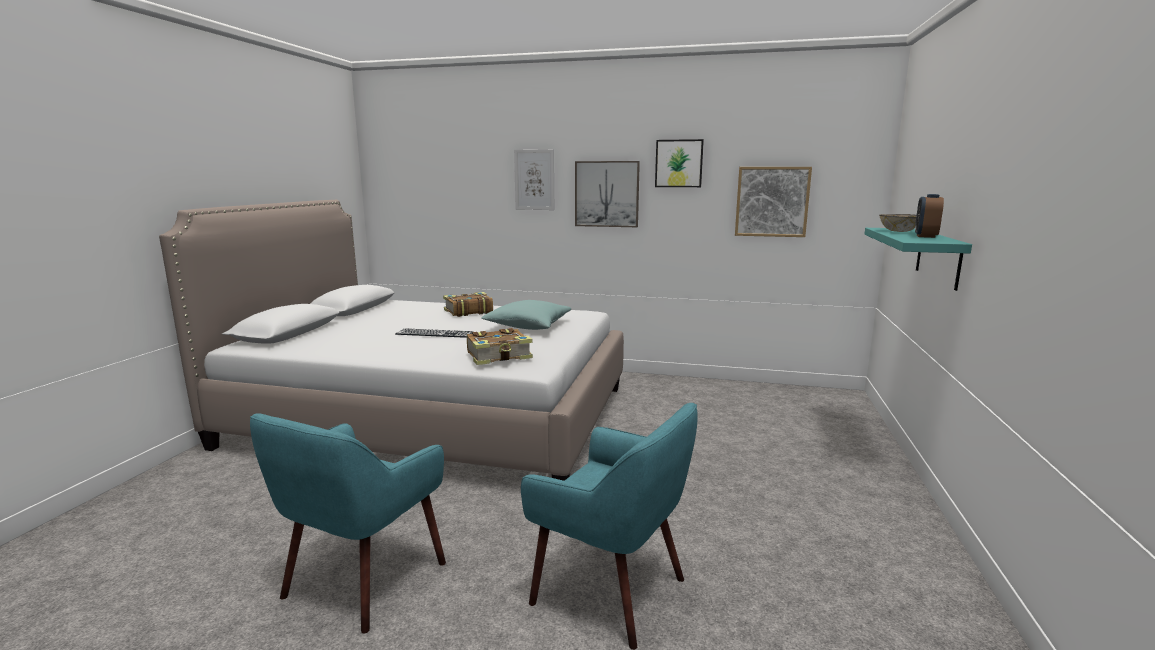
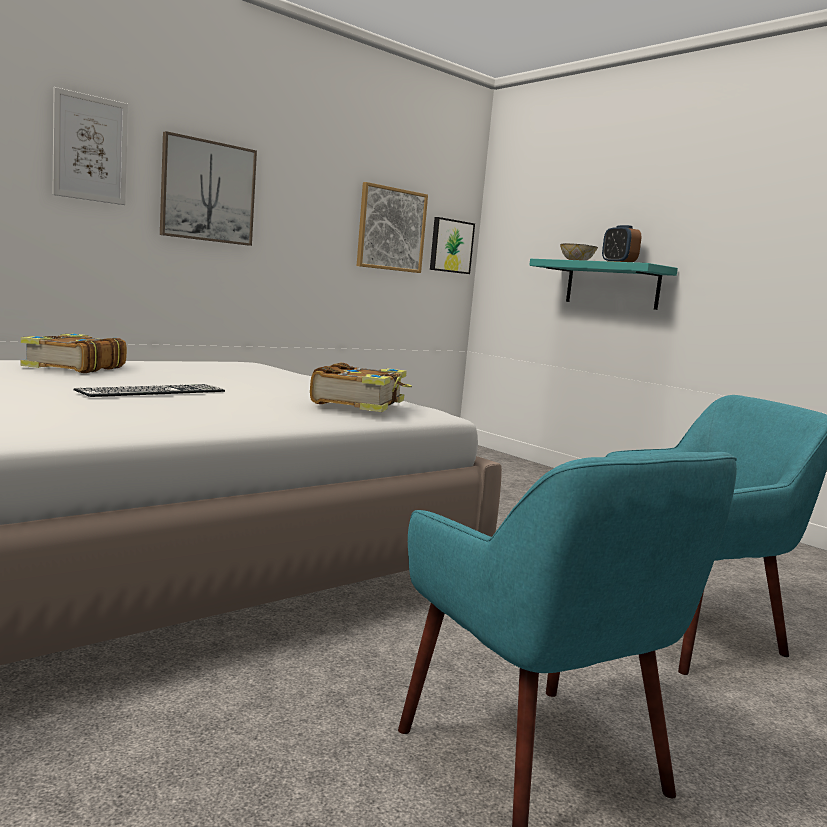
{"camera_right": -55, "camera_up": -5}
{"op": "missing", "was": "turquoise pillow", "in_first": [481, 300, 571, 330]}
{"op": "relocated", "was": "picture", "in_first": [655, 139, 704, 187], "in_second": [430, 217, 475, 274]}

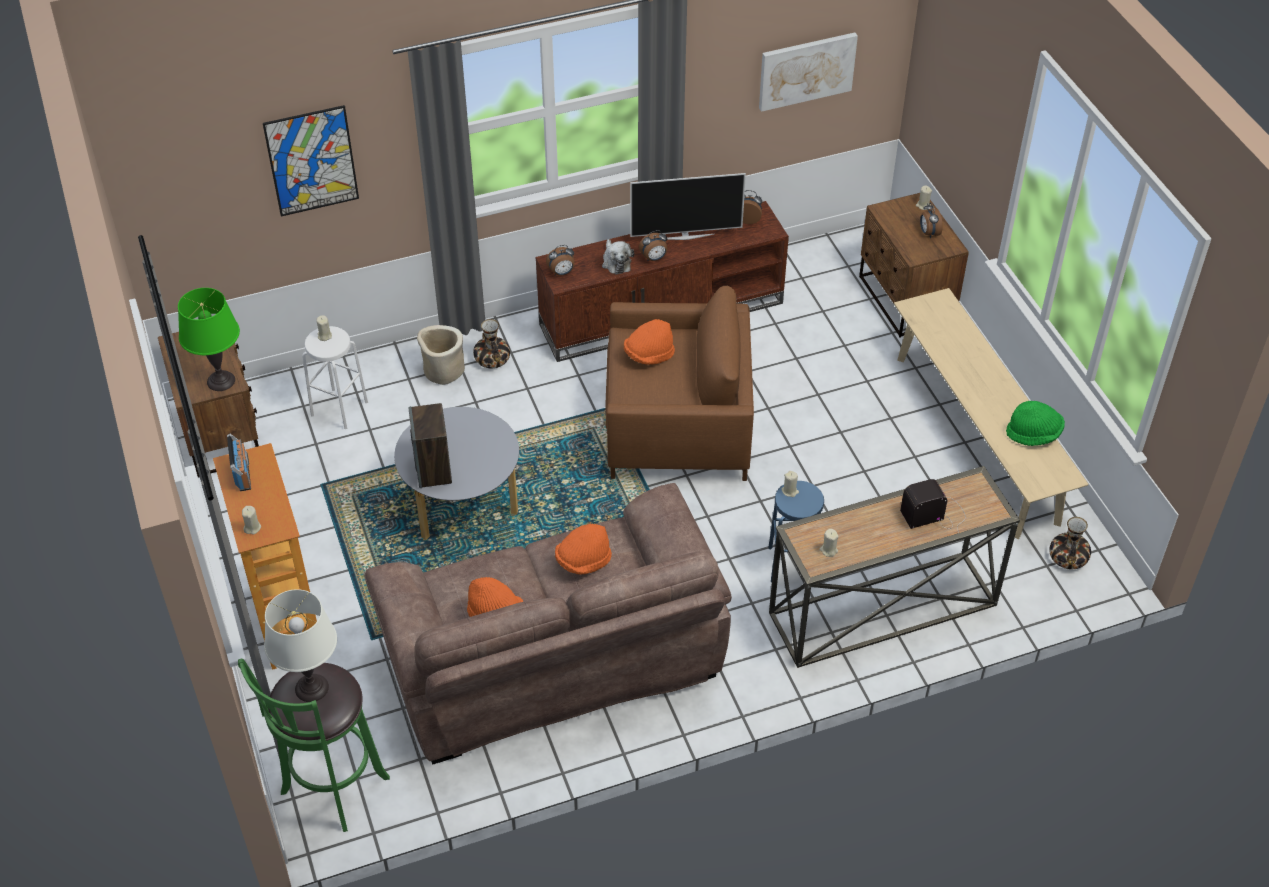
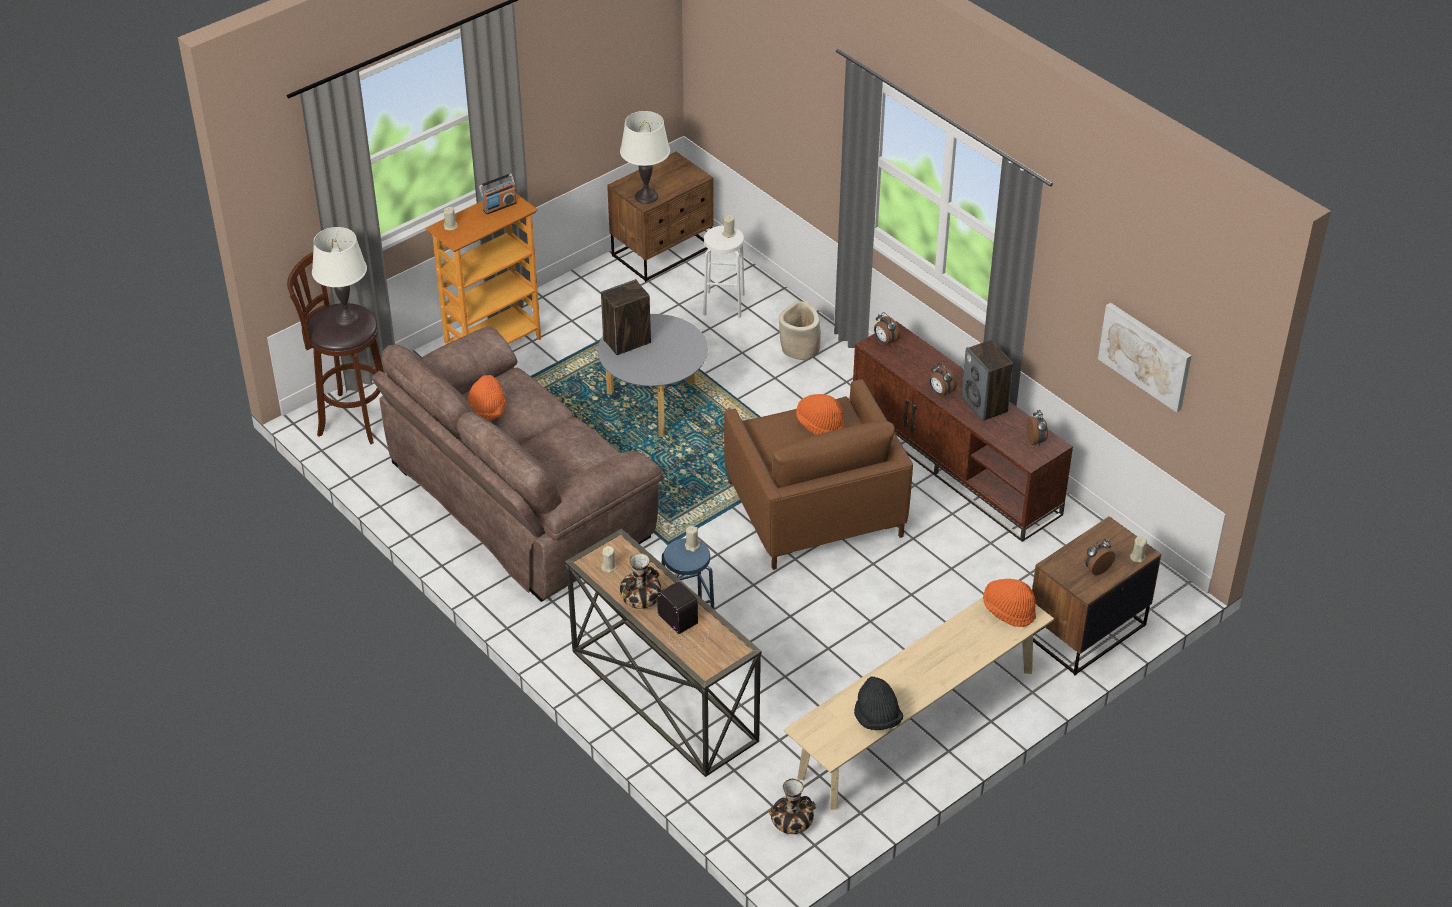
{"camera_right": 70, "camera_up": -5}
{"op": "missing", "was": "picture", "in_first": [263, 105, 359, 217]}
{"op": "missing", "was": "plush toy", "in_first": [602, 239, 634, 275]}
{"op": "relocated", "was": "vase", "in_first": [473, 319, 510, 368], "in_second": [619, 553, 662, 609]}
{"op": "relocated", "was": "orange hat", "in_first": [555, 523, 612, 575], "in_second": [983, 579, 1036, 627]}
{"op": "exchanged", "was": "television", "now": "speaker", "in_first": [630, 173, 746, 240], "in_second": [961, 340, 1013, 421]}
{"op": "colour", "was": "green table lamp", "now": "white table lamp", "in_first": [178, 288, 240, 391], "in_second": [620, 111, 670, 204]}
{"op": "colour", "was": "green stool", "now": "brown stool", "in_first": [238, 659, 390, 832], "in_second": [287, 252, 384, 444]}
{"op": "colour", "was": "green hat", "now": "black hat", "in_first": [1006, 401, 1065, 446], "in_second": [854, 677, 903, 730]}

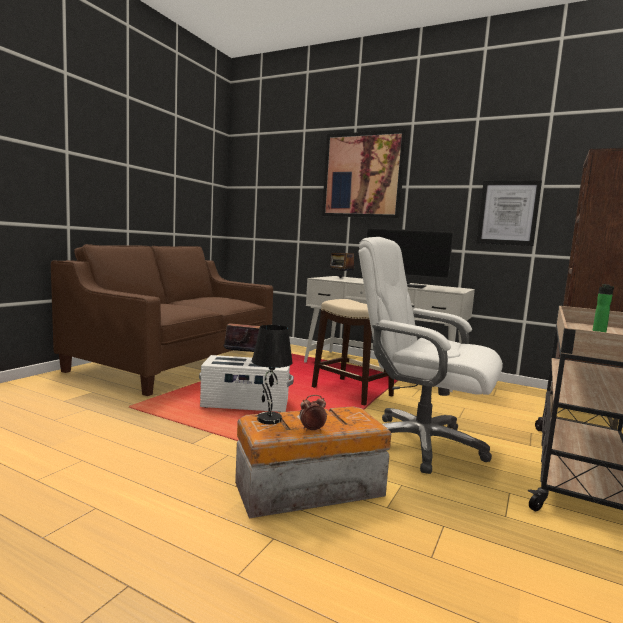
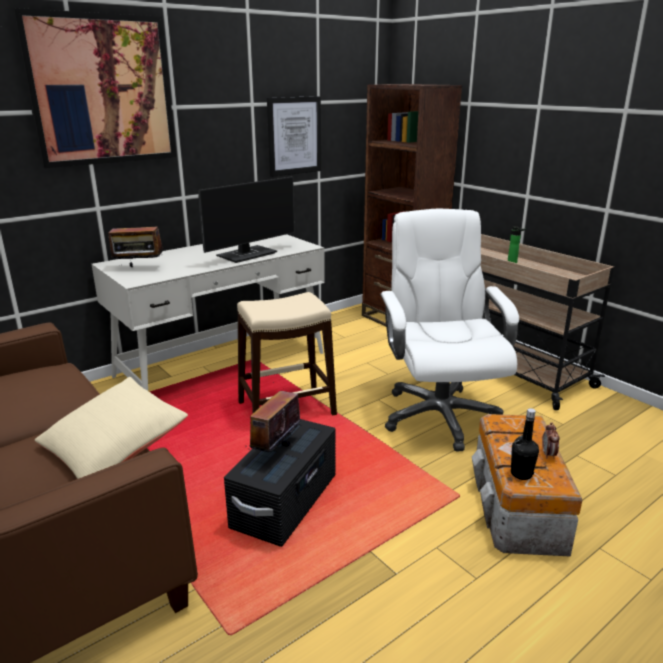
{"camera_right": -65, "camera_up": 15}
{"op": "appeared", "now": "beige pillow", "in_second": [35, 377, 188, 479]}
{"op": "exchanged", "was": "black table lamp", "now": "black bottle", "in_first": [252, 325, 293, 424], "in_second": [511, 408, 539, 480]}
{"op": "colour", "was": "white storage box", "now": "black storage box", "in_first": [199, 355, 294, 412], "in_second": [224, 419, 336, 547]}
{"op": "spun", "was": "white office chair", "in_first": [359, 237, 503, 474], "in_second": [380, 209, 519, 452], "clockwise": 120}

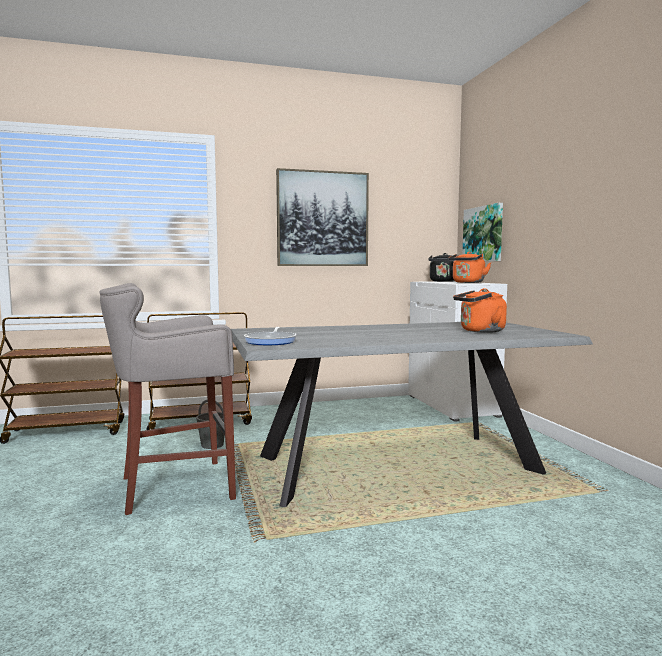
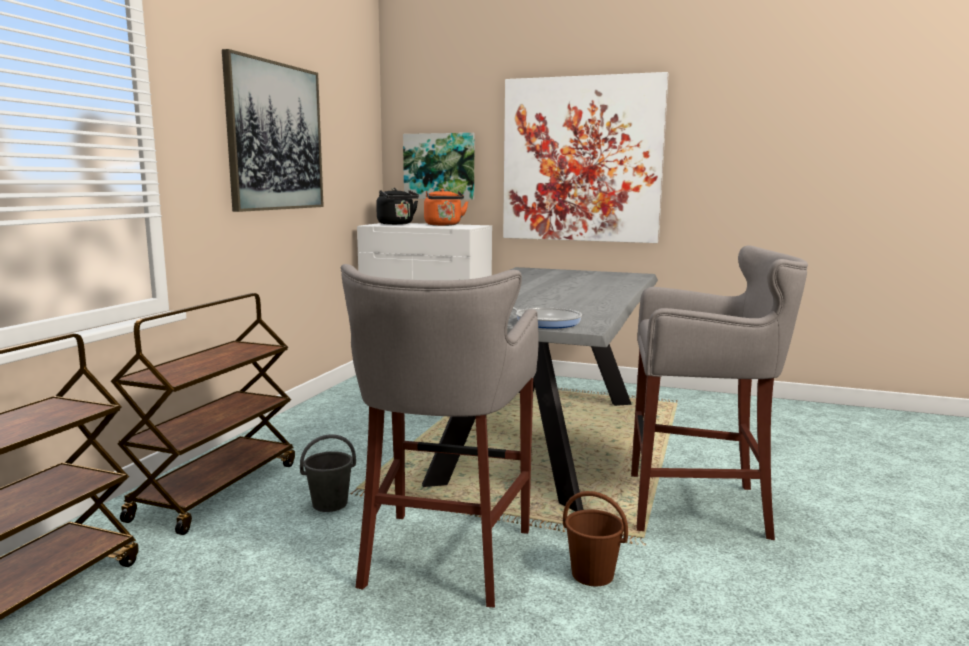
{"camera_right": -55, "camera_up": 5}
{"op": "missing", "was": "orange kettle", "in_first": [453, 288, 507, 333]}
{"op": "appeared", "now": "picture", "in_second": [503, 72, 669, 243]}
{"op": "appeared", "now": "brown bucket", "in_second": [563, 491, 628, 586]}
{"op": "appeared", "now": "grey stool", "in_second": [631, 245, 808, 540]}

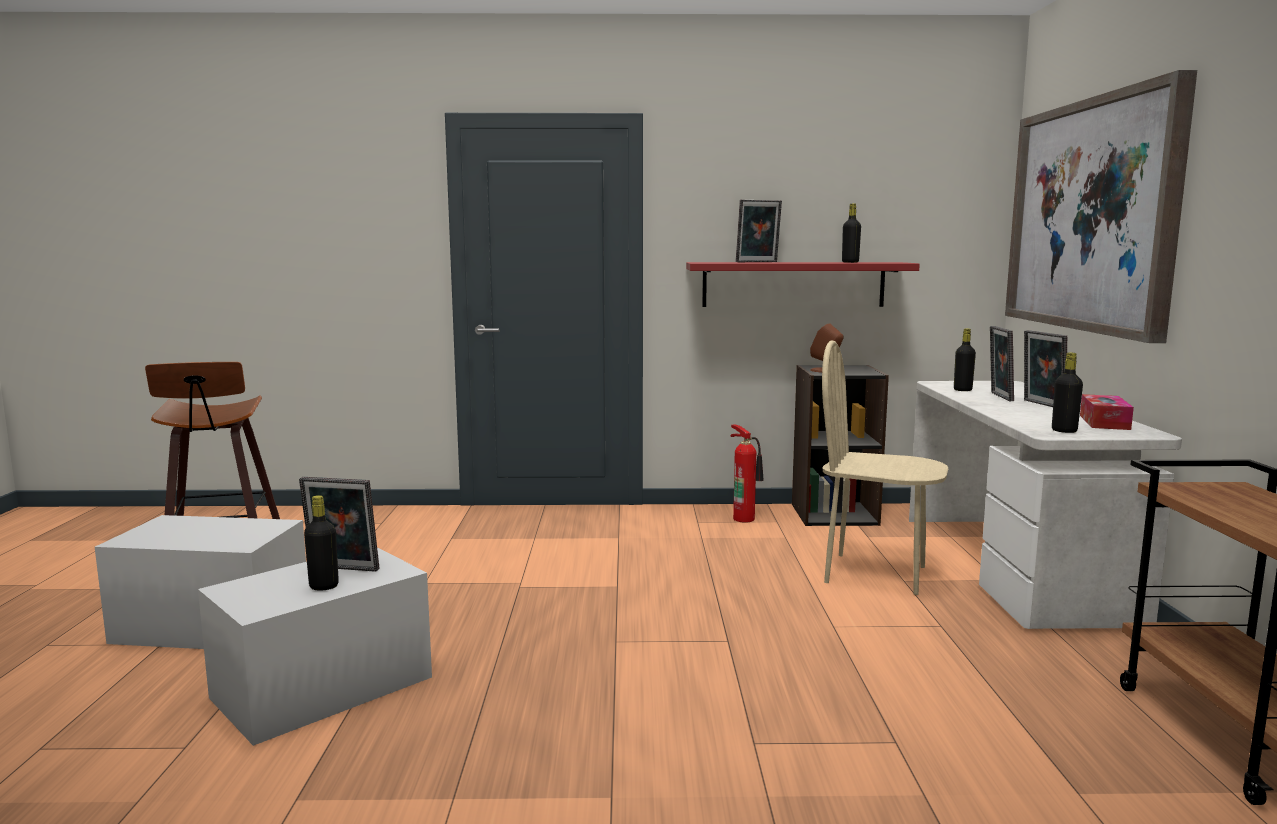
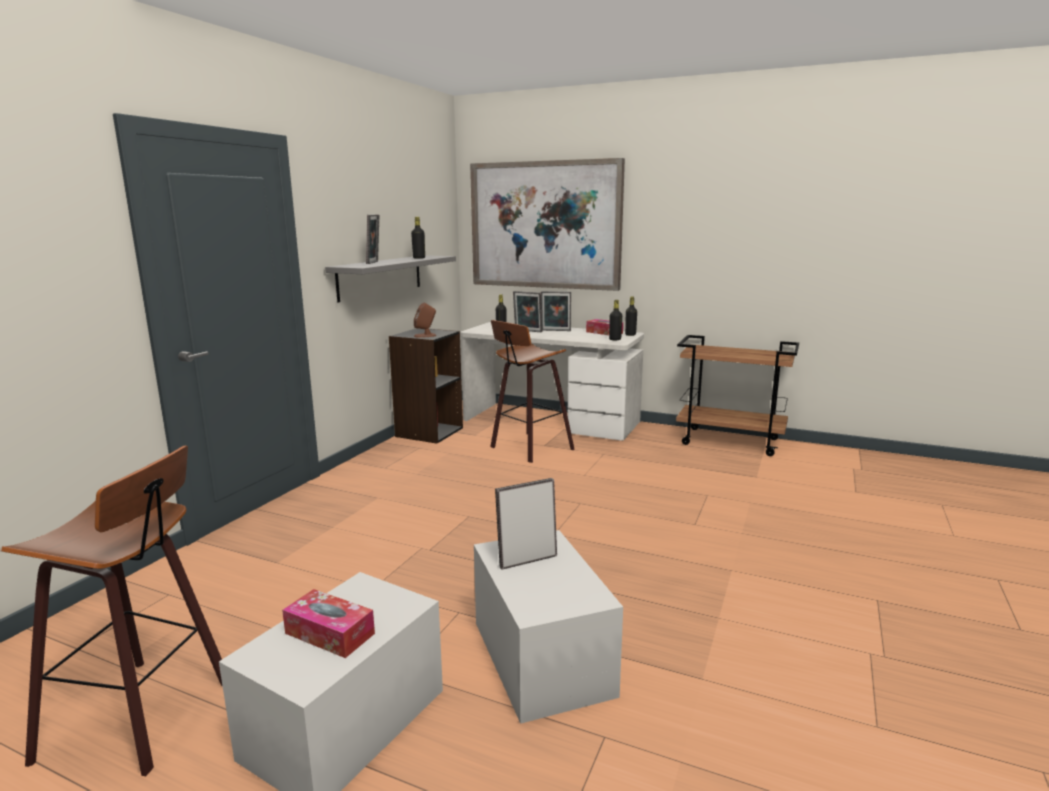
{"camera_right": -65, "camera_up": 5}
{"op": "missing", "was": "fire extinguisher", "in_first": [730, 424, 764, 522]}
{"op": "appeared", "now": "tissue box", "in_second": [282, 589, 375, 658]}
{"op": "relocated", "was": "black bottle", "in_first": [304, 495, 339, 591], "in_second": [625, 297, 637, 336]}
{"op": "exchanged", "was": "beige chair", "now": "stool", "in_first": [822, 341, 948, 595], "in_second": [490, 320, 575, 463]}
{"op": "colour", "was": "red shelf", "now": "grey shelf", "in_first": [686, 262, 920, 307], "in_second": [325, 255, 456, 302]}
{"op": "spun", "was": "picture frame", "in_first": [299, 477, 379, 572], "in_second": [495, 478, 557, 569], "clockwise": -150}

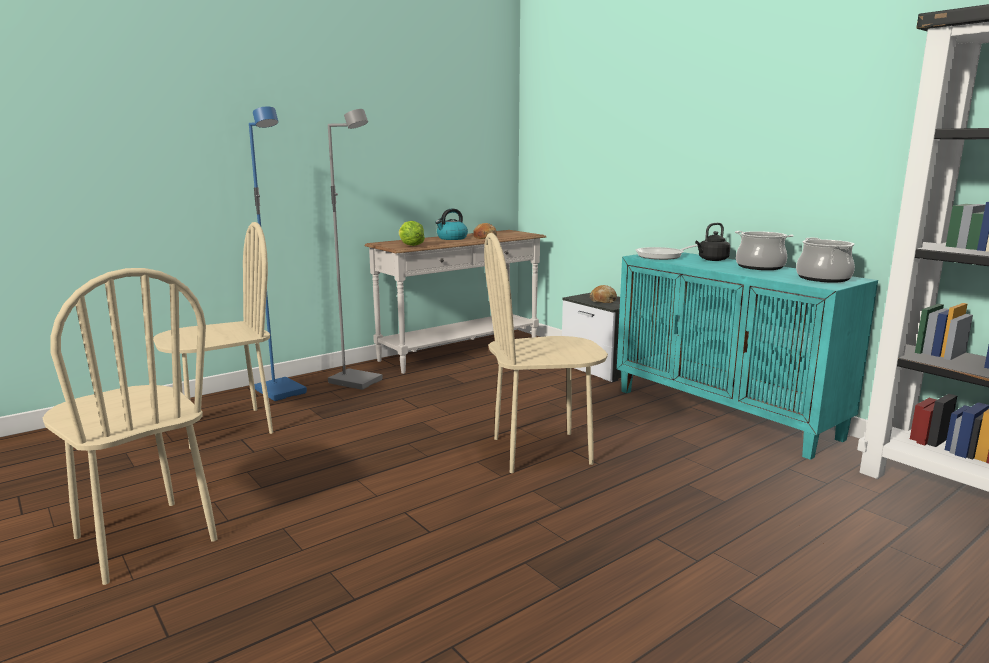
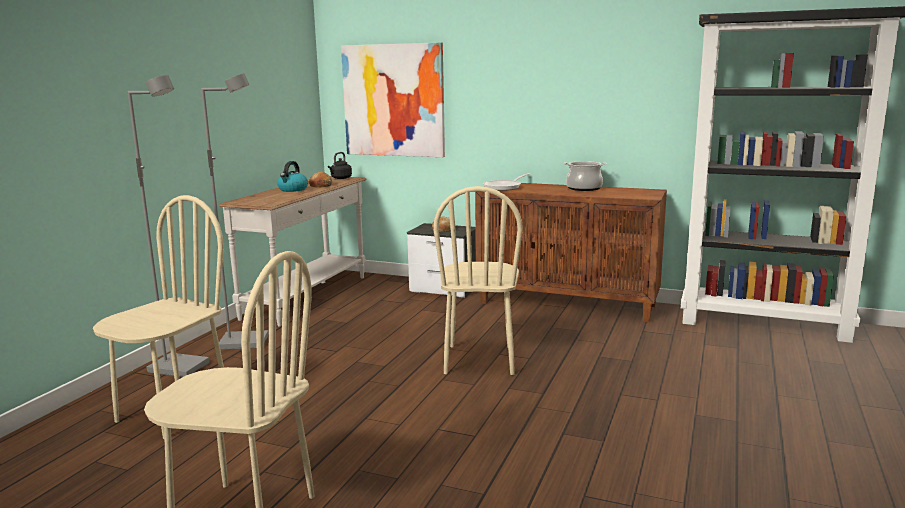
{"camera_right": -30, "camera_up": 0}
{"op": "missing", "was": "lettuce", "in_first": [399, 221, 425, 246]}
{"op": "missing", "was": "cooking pot", "in_first": [796, 238, 855, 282]}
{"op": "appeared", "now": "picture", "in_second": [341, 43, 445, 157]}
{"op": "relocated", "was": "black kettle", "in_first": [695, 223, 730, 261], "in_second": [328, 152, 352, 179]}
{"op": "colour", "was": "blue floor lamp", "now": "grey floor lamp", "in_first": [249, 106, 307, 401], "in_second": [127, 75, 209, 377]}
{"op": "colour", "was": "turquoise cabinet", "now": "brown cabinet", "in_first": [617, 252, 878, 460], "in_second": [475, 183, 667, 323]}
{"op": "spun", "was": "beige chair", "in_first": [484, 233, 608, 473], "in_second": [433, 186, 523, 375], "clockwise": -45}

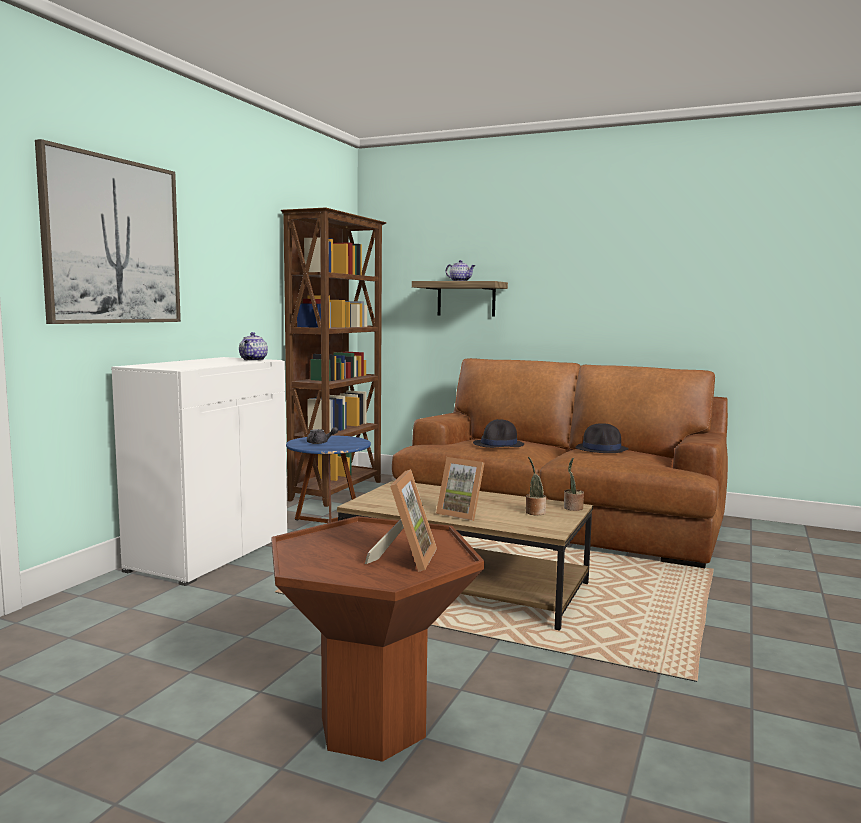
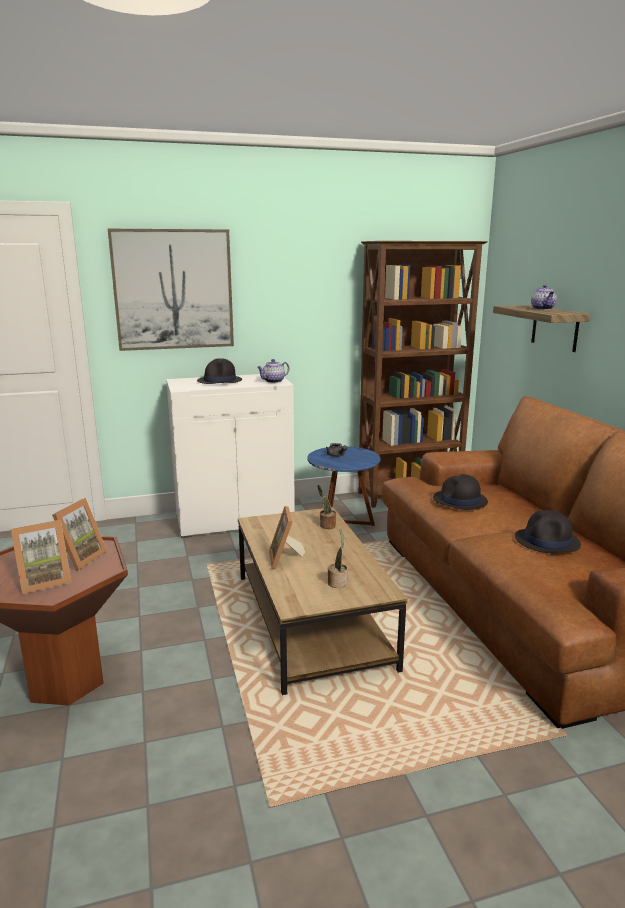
{"camera_right": 50, "camera_up": 10}
{"op": "appeared", "now": "picture frame", "in_second": [52, 498, 107, 571]}
{"op": "appeared", "now": "black hat", "in_second": [197, 358, 242, 384]}
{"op": "relocated", "was": "potted plant", "in_first": [564, 458, 584, 511], "in_second": [318, 485, 336, 529]}

